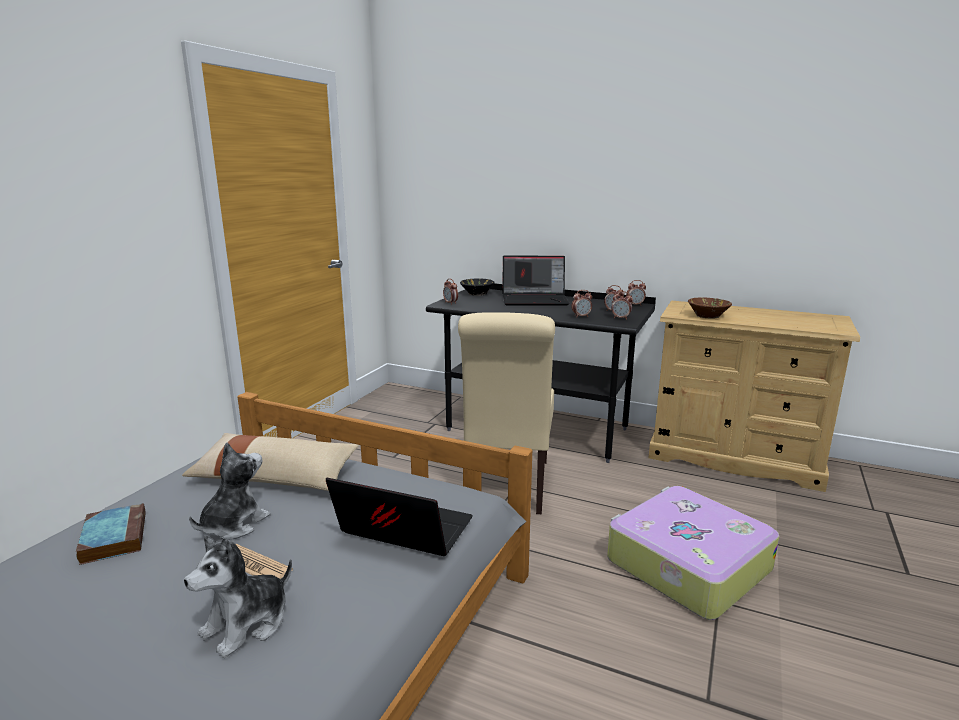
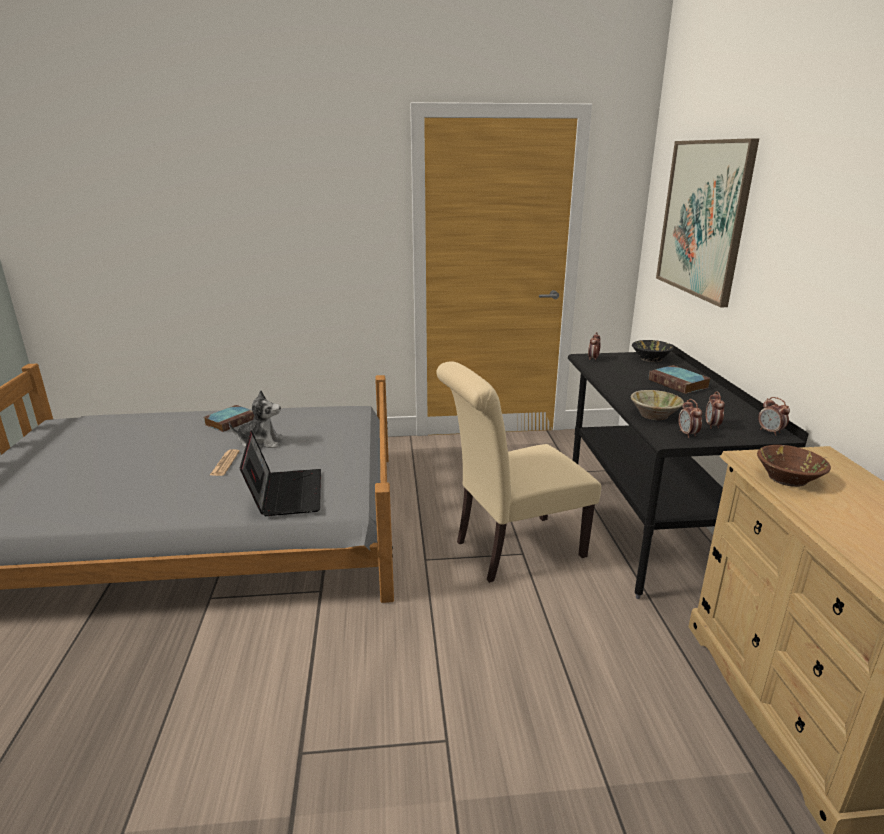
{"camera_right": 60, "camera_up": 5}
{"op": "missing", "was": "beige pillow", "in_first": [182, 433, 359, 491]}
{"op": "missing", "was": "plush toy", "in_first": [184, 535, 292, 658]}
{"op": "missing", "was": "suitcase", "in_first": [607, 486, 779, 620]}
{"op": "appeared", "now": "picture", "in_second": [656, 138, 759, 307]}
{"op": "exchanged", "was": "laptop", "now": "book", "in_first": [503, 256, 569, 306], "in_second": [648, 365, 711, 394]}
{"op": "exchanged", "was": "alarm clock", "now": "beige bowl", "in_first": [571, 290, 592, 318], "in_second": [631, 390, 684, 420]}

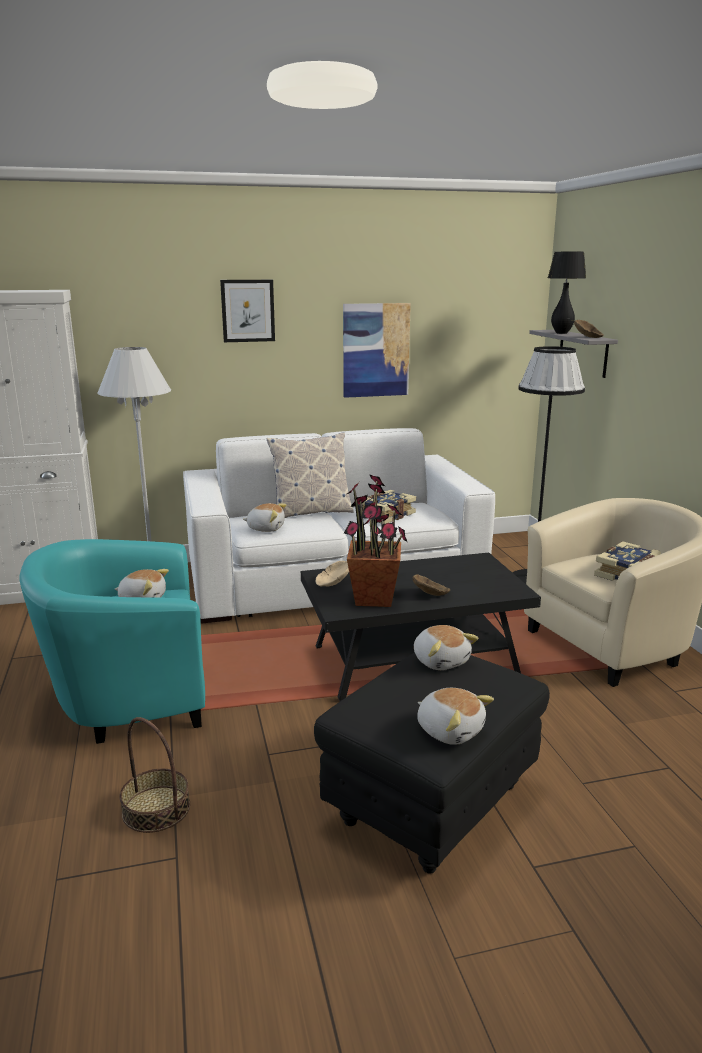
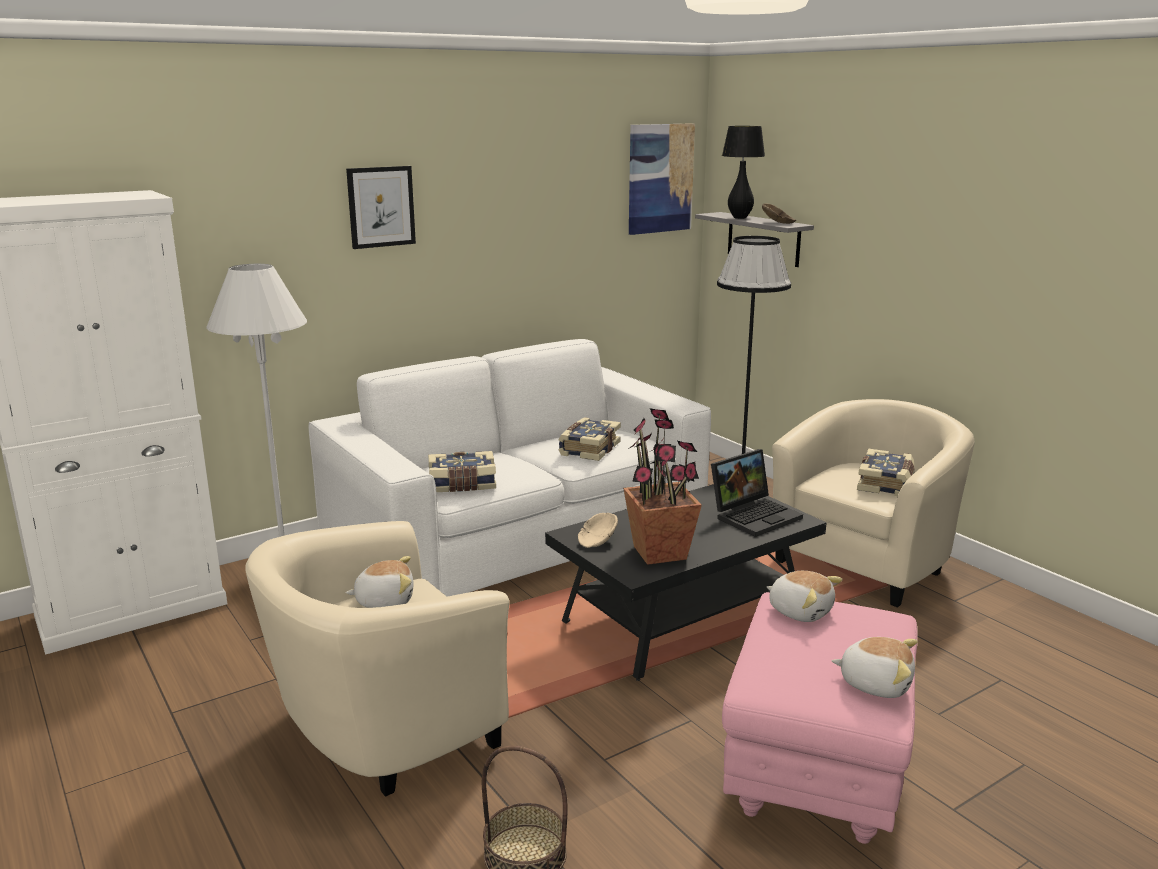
{"camera_right": -20, "camera_up": 0}
{"op": "missing", "was": "pillow", "in_first": [266, 433, 354, 518]}
{"op": "missing", "was": "brown bowl", "in_first": [412, 575, 450, 596]}
{"op": "appeared", "now": "laptop", "in_second": [711, 449, 803, 537]}
{"op": "relocated", "was": "picture", "in_first": [343, 303, 411, 398], "in_second": [629, 123, 695, 235]}
{"op": "exchanged", "was": "plush toy", "now": "book", "in_first": [243, 503, 287, 532], "in_second": [428, 451, 496, 492]}
{"op": "colour", "was": "turquoise armchair", "now": "beige armchair", "in_first": [19, 539, 205, 744], "in_second": [245, 521, 509, 797]}
{"op": "colour", "was": "black ottoman", "now": "pink ottoman", "in_first": [314, 652, 550, 874], "in_second": [722, 592, 918, 844]}

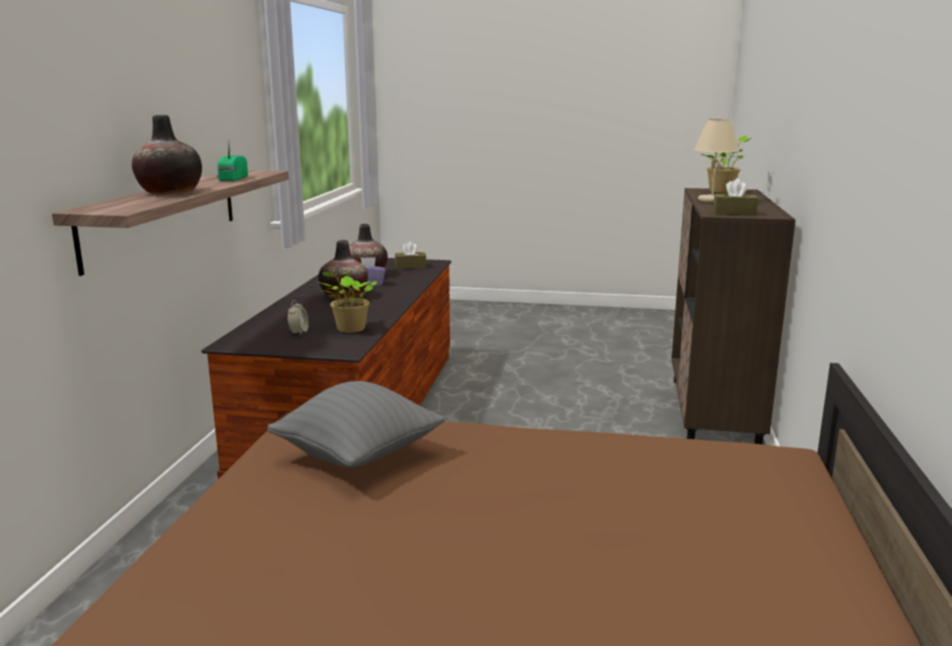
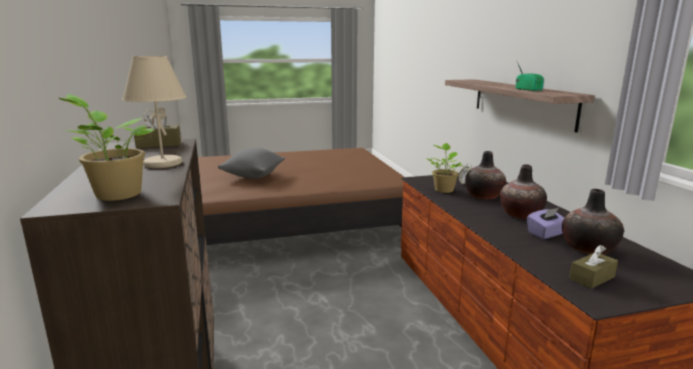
{"camera_right": 155, "camera_up": 0}
{"op": "relocated", "was": "vase", "in_first": [132, 115, 202, 194], "in_second": [465, 151, 506, 200]}
{"op": "relocated", "was": "grey pillow", "in_first": [267, 381, 445, 468], "in_second": [218, 148, 285, 179]}

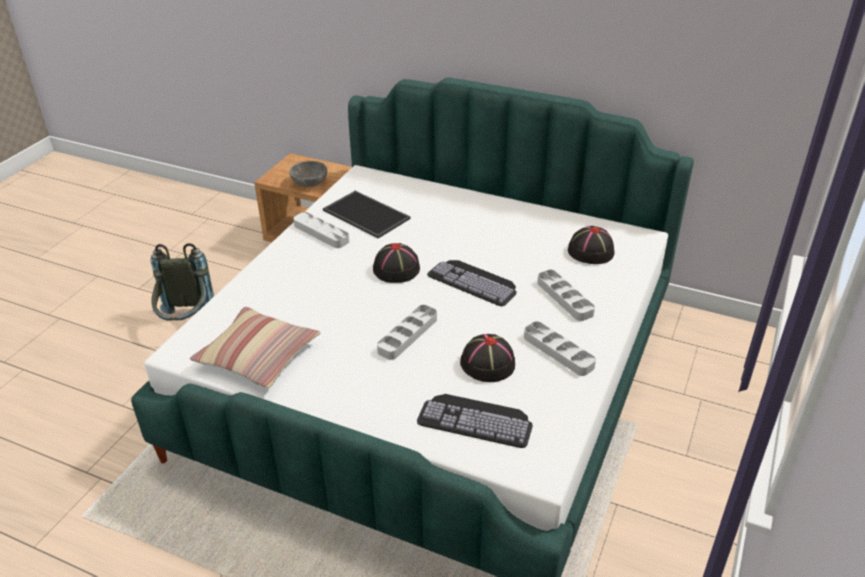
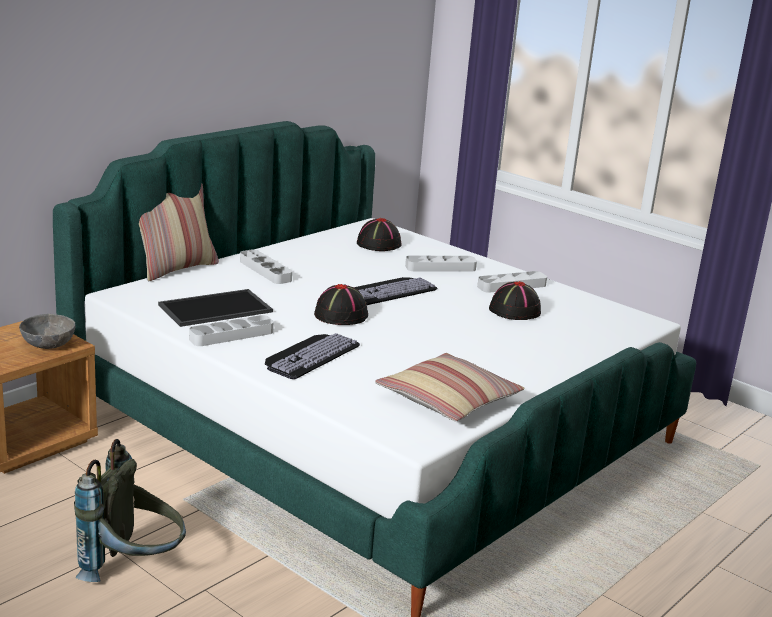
{"camera_right": -75, "camera_up": -15}
{"op": "appeared", "now": "pillow", "in_second": [139, 183, 219, 282]}
{"op": "relocated", "was": "grey tray", "in_first": [377, 305, 437, 360], "in_second": [240, 249, 292, 284]}
{"op": "relocated", "was": "keyboard", "in_first": [417, 394, 533, 448], "in_second": [265, 333, 360, 379]}

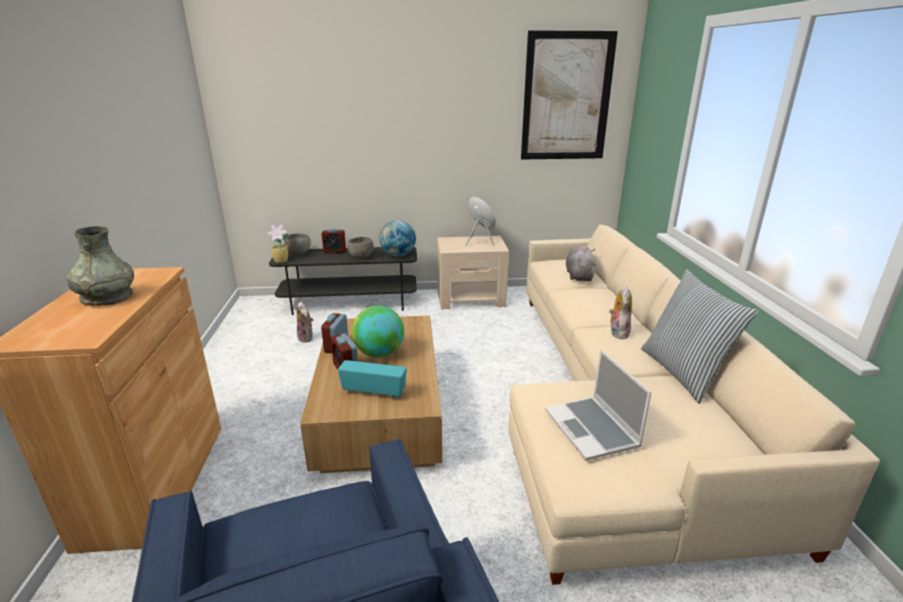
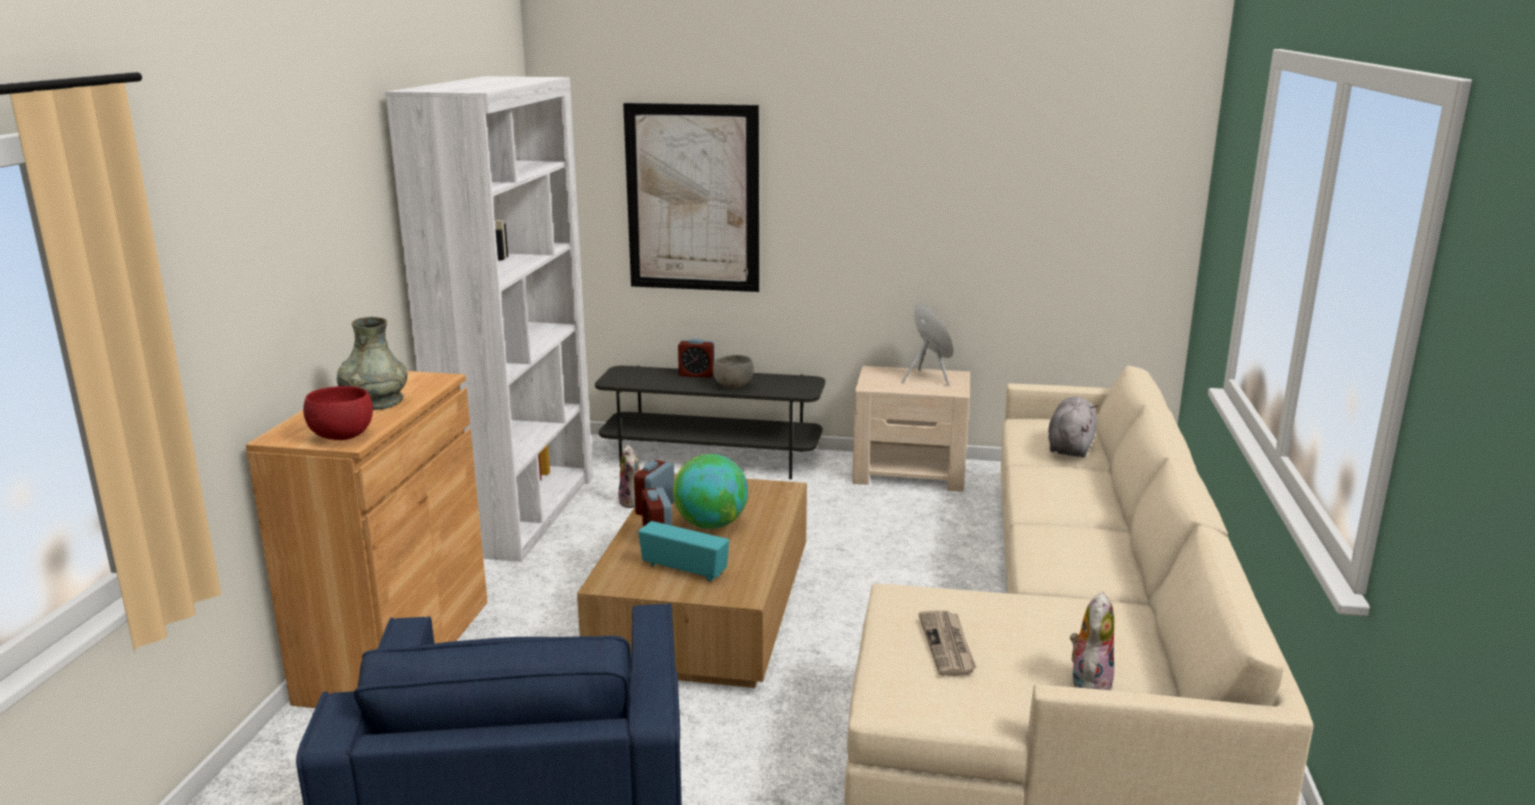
{"camera_right": 15, "camera_up": -5}
{"op": "missing", "was": "potted plant", "in_first": [267, 224, 288, 263]}
{"op": "missing", "was": "grey bowl", "in_first": [284, 233, 311, 254]}
{"op": "missing", "was": "globe", "in_first": [380, 220, 416, 256]}
{"op": "missing", "was": "pillow", "in_first": [641, 270, 759, 404]}
{"op": "appeared", "now": "red bowl", "in_second": [303, 386, 373, 440]}
{"op": "appeared", "now": "white bookcase", "in_second": [385, 76, 593, 562]}
{"op": "relocated", "was": "picture", "in_first": [521, 30, 618, 160], "in_second": [623, 103, 759, 292]}
{"op": "relocated", "was": "plush toy", "in_first": [609, 286, 632, 339], "in_second": [1070, 591, 1114, 690]}
{"op": "exchanged", "was": "laptop", "now": "newspaper", "in_first": [545, 350, 651, 461], "in_second": [918, 611, 977, 676]}

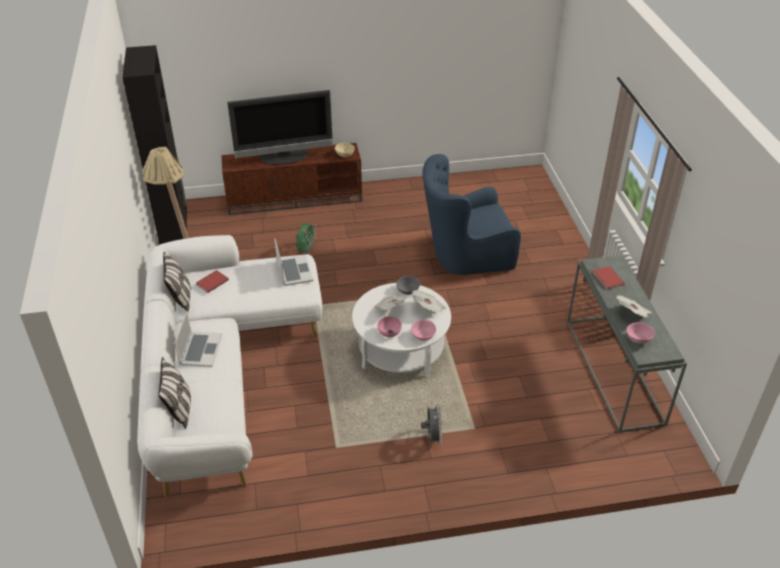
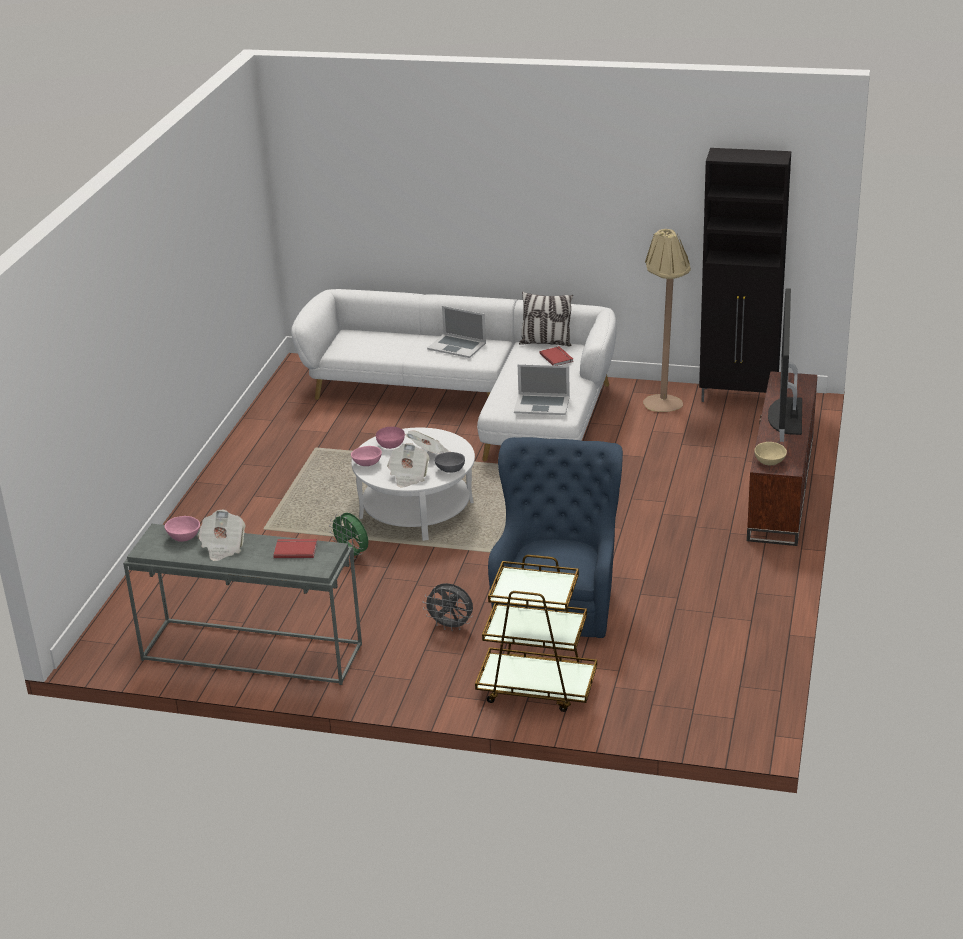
{"camera_right": 115, "camera_up": -10}
{"op": "missing", "was": "pillow", "in_first": [158, 357, 191, 429]}
{"op": "appeared", "now": "brown cart", "in_second": [475, 555, 597, 712]}
{"op": "relocated", "was": "green fan", "in_first": [296, 223, 317, 254], "in_second": [329, 513, 368, 559]}
{"op": "relocated", "was": "grey fan", "in_first": [421, 404, 442, 444], "in_second": [423, 583, 473, 631]}

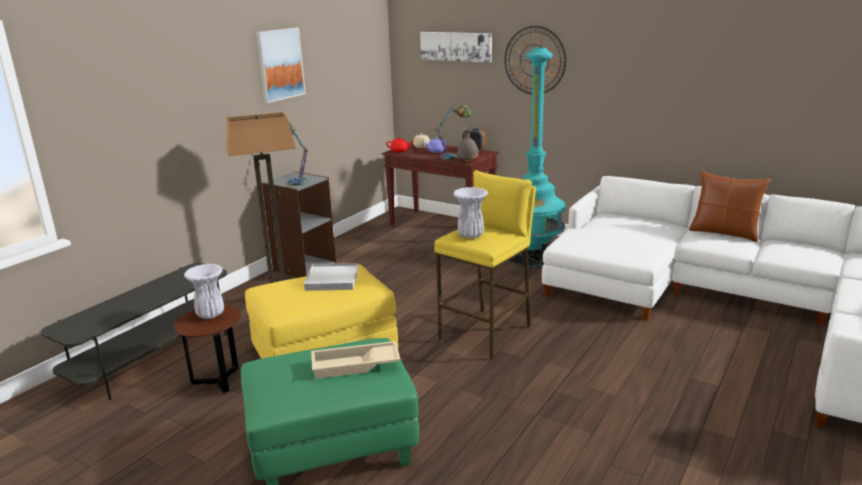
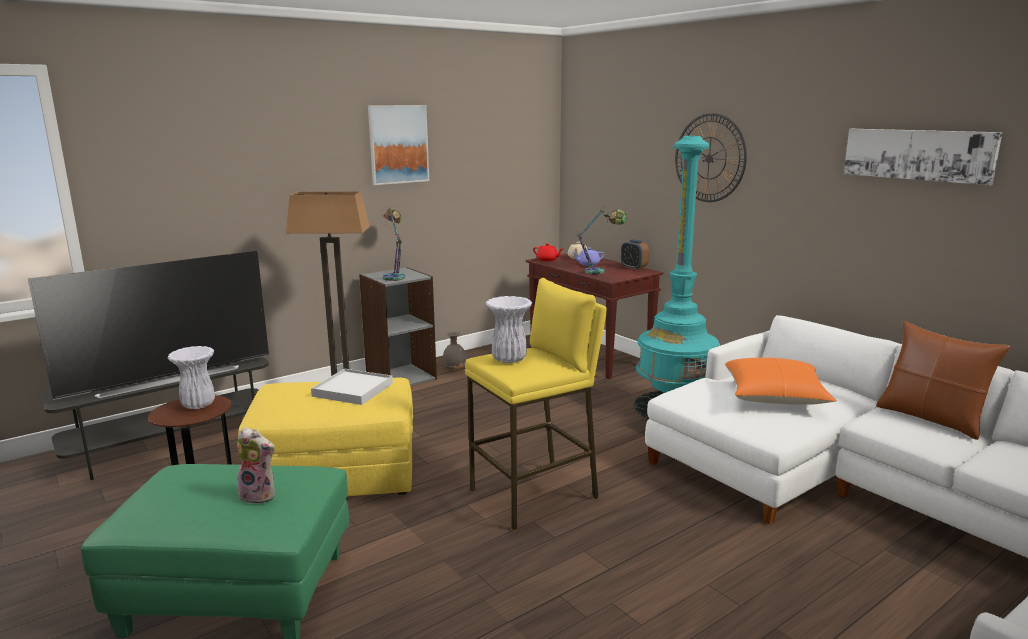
{"camera_right": 20, "camera_up": -5}
{"op": "appeared", "now": "television", "in_second": [28, 251, 269, 400]}
{"op": "appeared", "now": "orange pillow", "in_second": [725, 358, 837, 405]}
{"op": "relocated", "was": "picture", "in_first": [420, 32, 492, 63], "in_second": [844, 129, 1002, 185]}
{"op": "relocated", "was": "grey vase", "in_first": [457, 128, 478, 162], "in_second": [443, 332, 467, 371]}
{"op": "exchanged", "was": "beige tray", "now": "plush toy", "in_first": [311, 341, 400, 379], "in_second": [237, 427, 275, 504]}

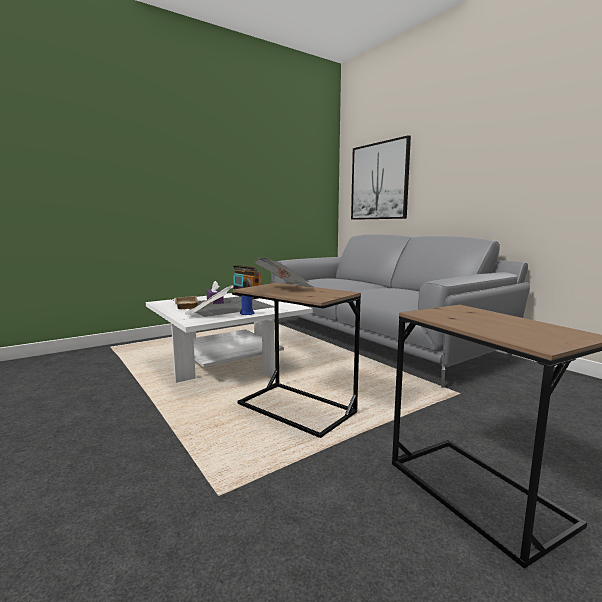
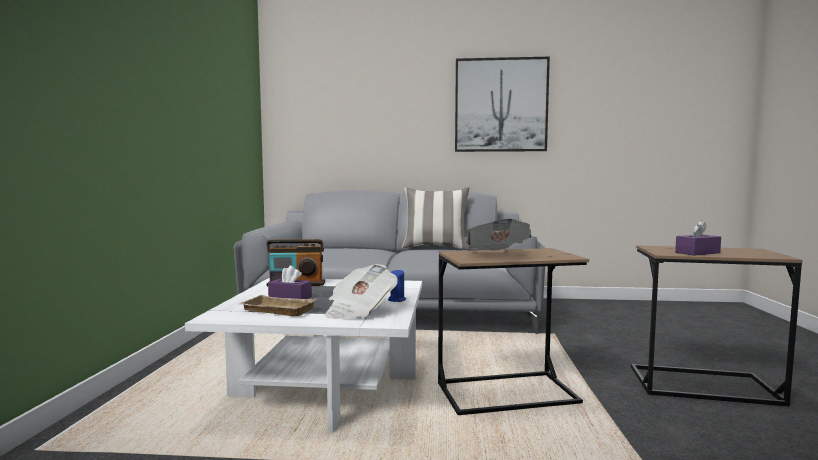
{"camera_right": -50, "camera_up": -5}
{"op": "appeared", "now": "pillow", "in_second": [402, 187, 469, 250]}
{"op": "appeared", "now": "purple tissue box", "in_second": [675, 220, 721, 256]}
{"op": "relocated", "was": "picture", "in_first": [351, 135, 411, 220], "in_second": [455, 57, 550, 152]}

